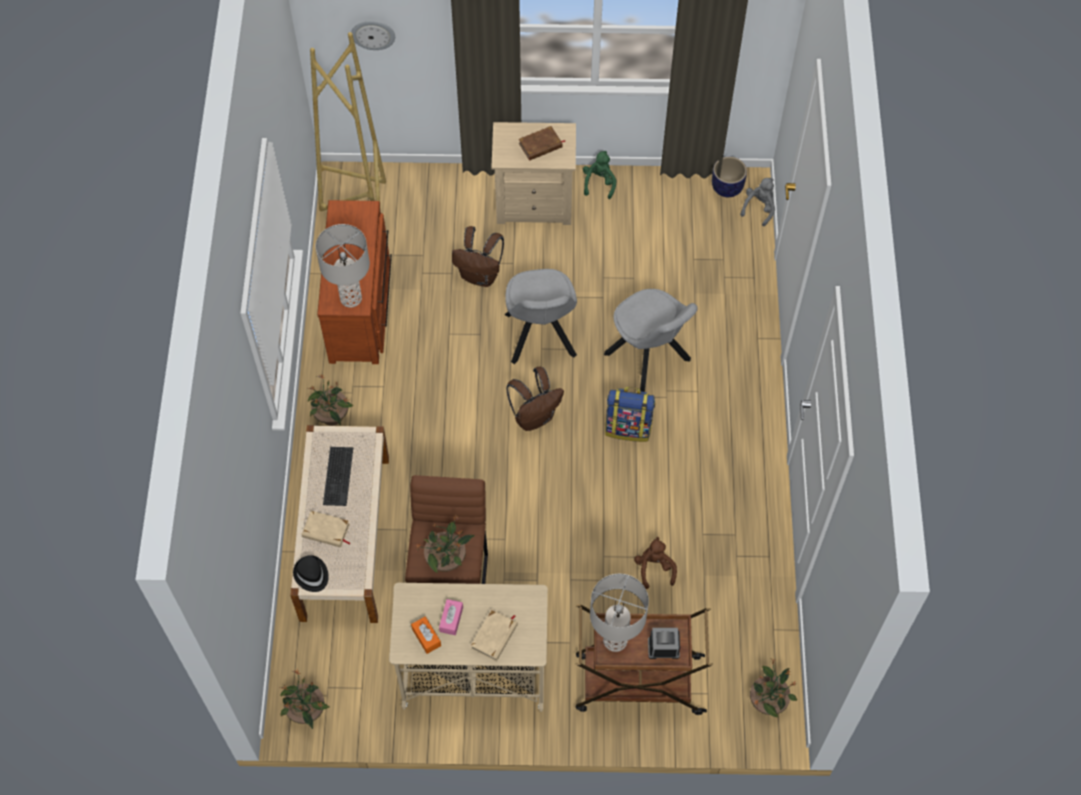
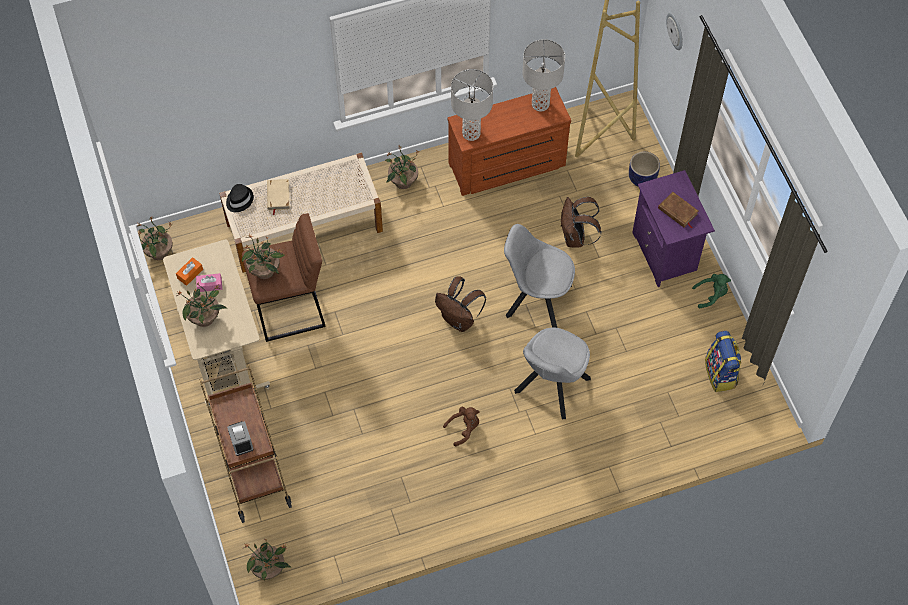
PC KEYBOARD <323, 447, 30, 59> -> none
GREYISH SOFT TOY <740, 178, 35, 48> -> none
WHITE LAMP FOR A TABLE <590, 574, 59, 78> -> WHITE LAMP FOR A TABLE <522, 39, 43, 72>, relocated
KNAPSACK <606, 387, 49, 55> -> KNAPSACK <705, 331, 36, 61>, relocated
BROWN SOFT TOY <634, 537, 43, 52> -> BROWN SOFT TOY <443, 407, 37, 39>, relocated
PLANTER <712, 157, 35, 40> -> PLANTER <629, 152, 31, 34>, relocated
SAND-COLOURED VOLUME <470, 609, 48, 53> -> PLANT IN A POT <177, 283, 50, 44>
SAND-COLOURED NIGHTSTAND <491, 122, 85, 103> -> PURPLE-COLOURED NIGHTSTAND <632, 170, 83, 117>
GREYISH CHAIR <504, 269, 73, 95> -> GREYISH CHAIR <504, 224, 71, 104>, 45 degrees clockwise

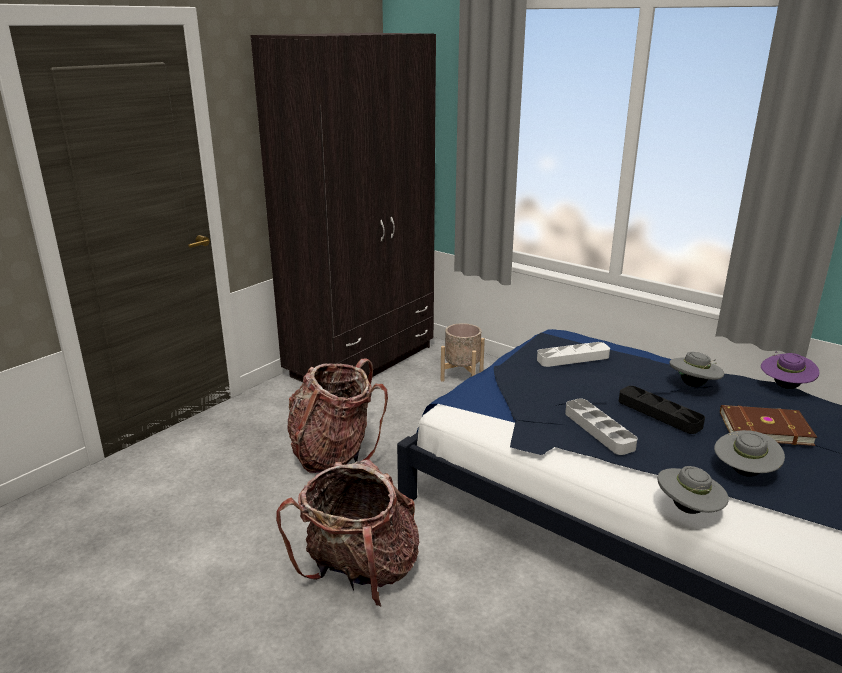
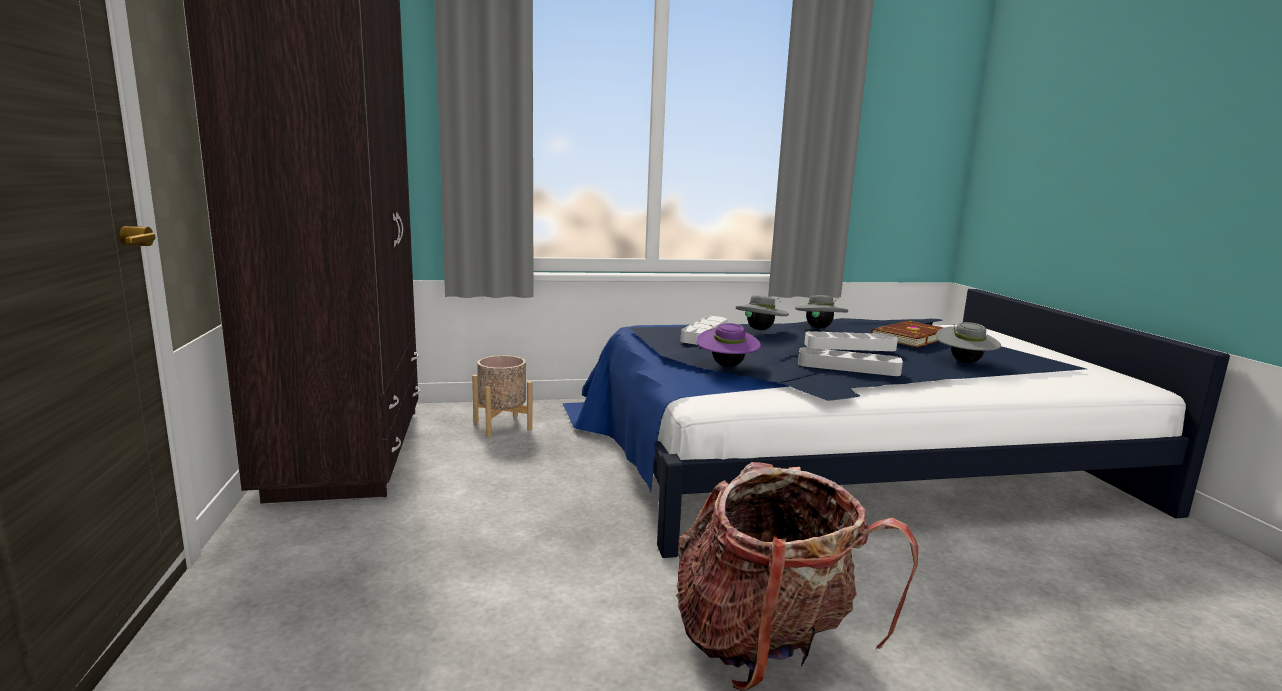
KNAPSACK <288, 358, 100, 115> -> none
GREYISH HAT <657, 466, 72, 48> -> GREYISH HAT <736, 296, 53, 34>, relocated
PURPLE-COLOURED HAT <761, 351, 58, 38> -> PURPLE-COLOURED HAT <696, 323, 65, 44>, relocated
BLACK-COLOURED SERVING TRAY <619, 386, 86, 48> -> WHITE SERVING TRAY <804, 331, 94, 20>

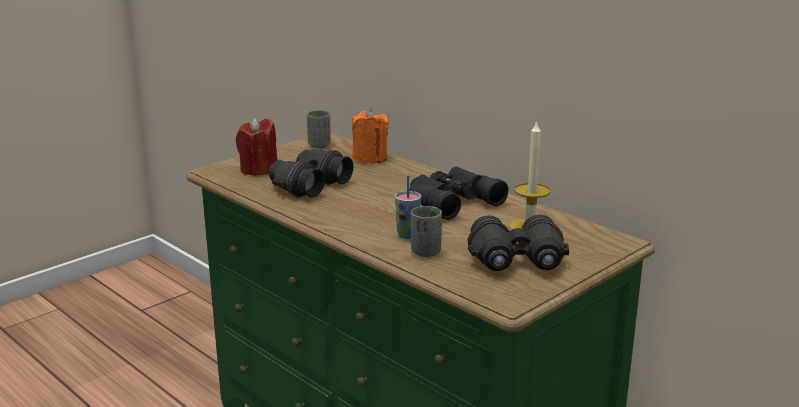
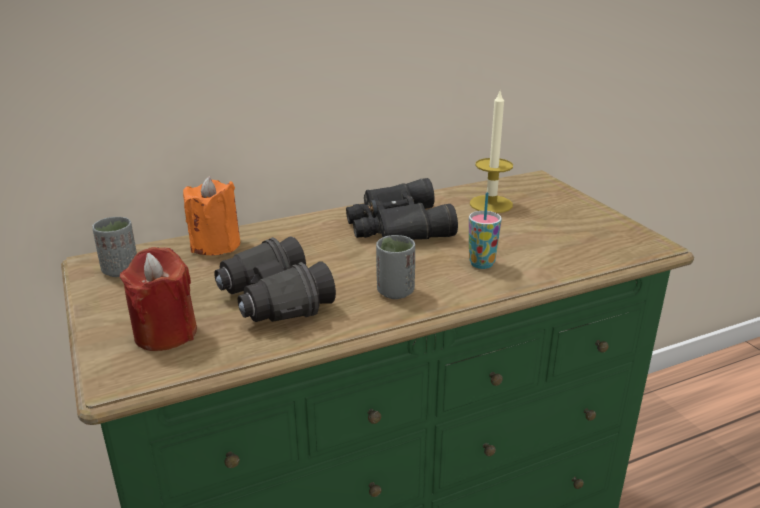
BLACK-COLOURED FIELD GLASSES <468, 215, 101, 56> -> none
GREYISH DRINKING CUP <411, 206, 31, 51> -> GREYISH DRINKING CUP <376, 235, 39, 64>, relocated

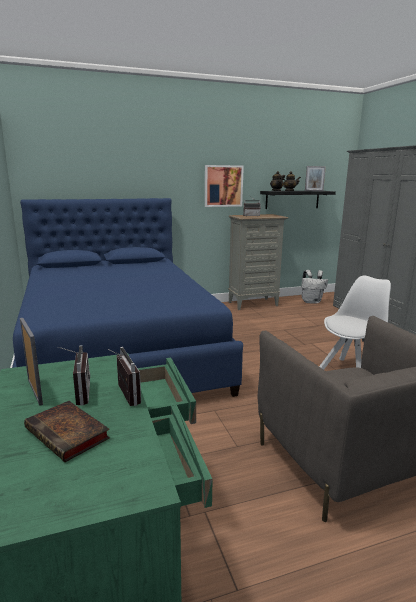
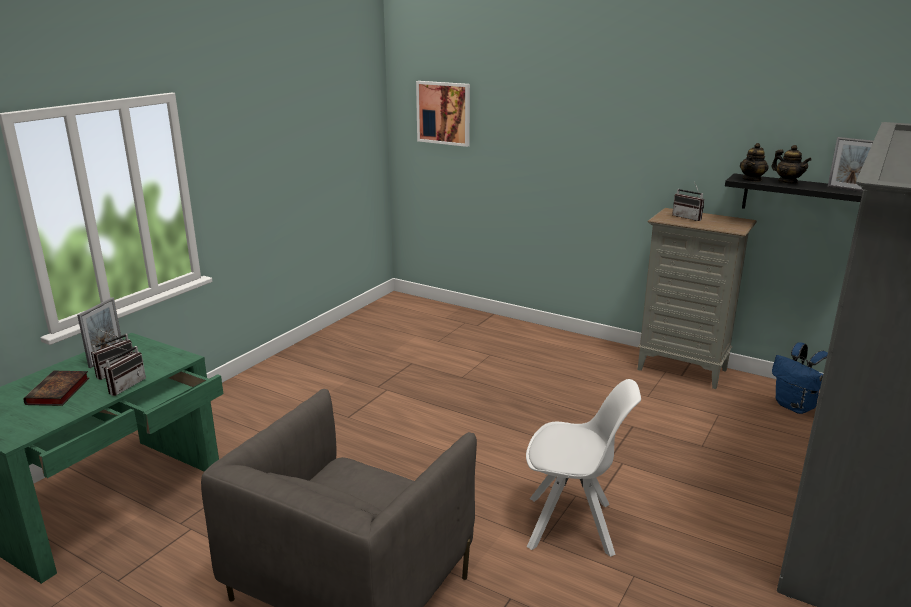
BLUE BED <12, 198, 231, 199> -> none
WALL PICTURE <205, 165, 39, 42> -> WALL PICTURE <416, 81, 54, 66>, relocated
WHITE KNAPSACK <302, 270, 26, 34> -> BLUE KNAPSACK <772, 342, 56, 72>

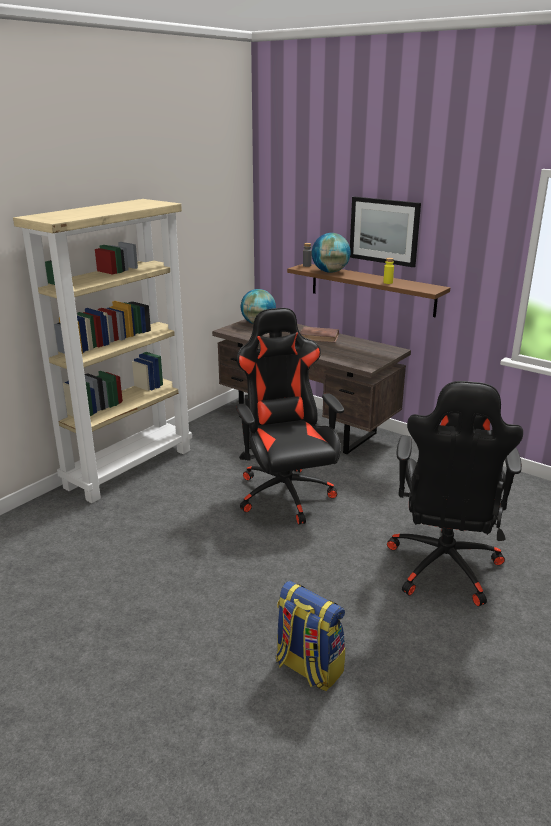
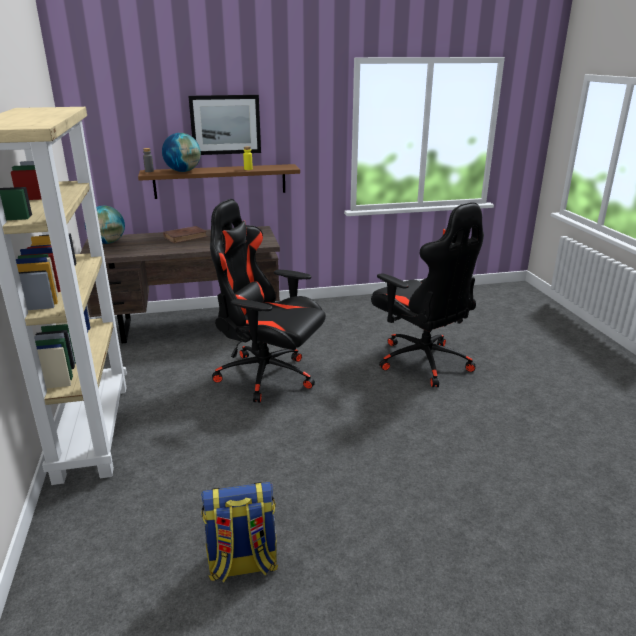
KNAPSACK <276, 581, 69, 110> -> KNAPSACK <201, 482, 77, 100>, relocated

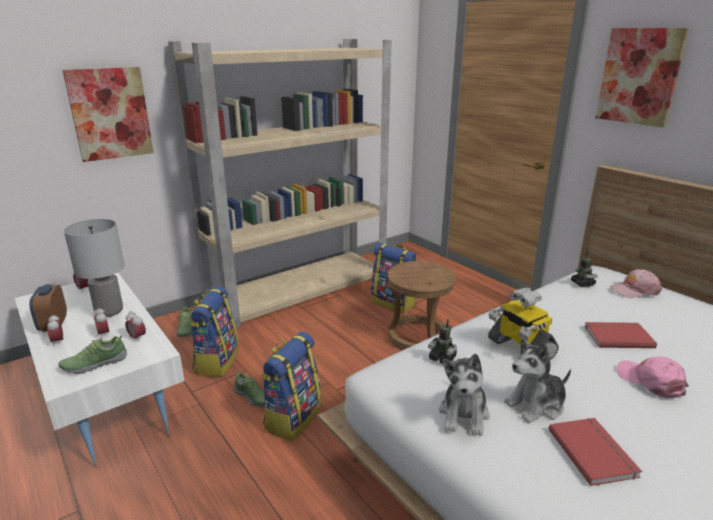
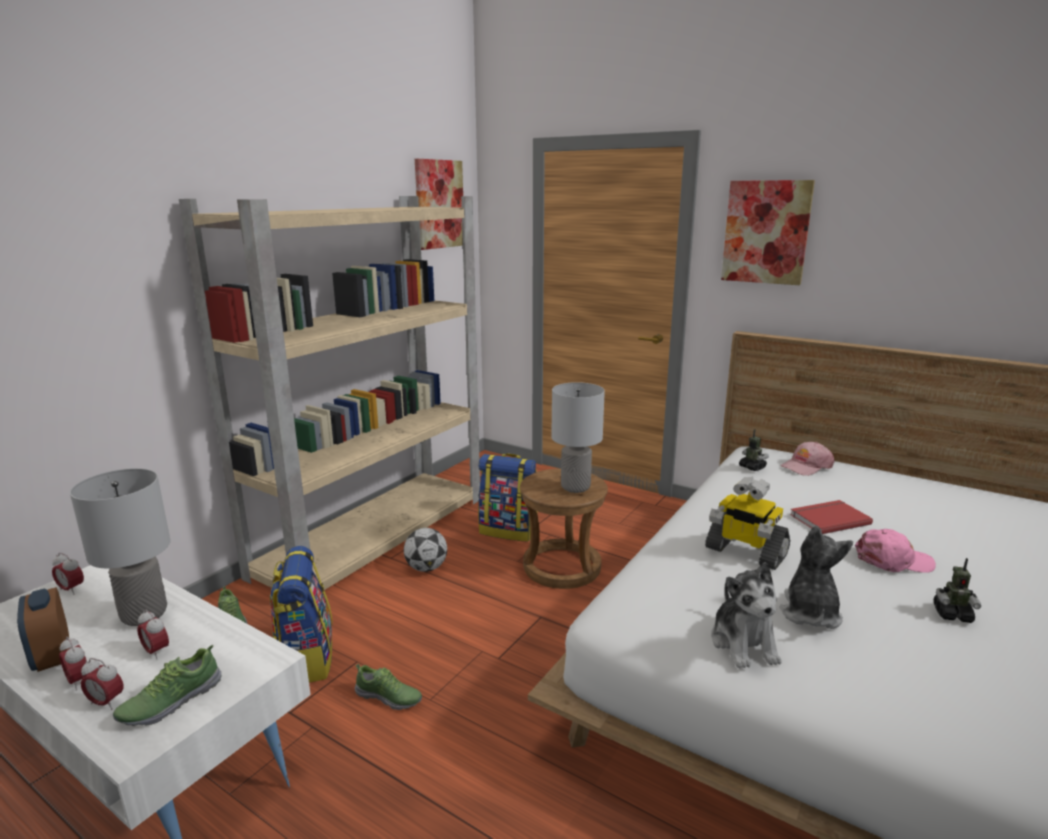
KNAPSACK <261, 332, 60, 109> -> none
RED-COLOURED VOLUME <549, 418, 93, 68> -> none
none -> FOOTBALL BALL <404, 528, 43, 44>
none -> GREYISH LAMP FOR A TABLE <551, 382, 54, 111>
WALL PICTURE <63, 67, 91, 95> -> WALL PICTURE <415, 159, 48, 91>, relocated
ALARM CLOCK <125, 311, 21, 30> -> ALARM CLOCK <81, 658, 43, 52>, relocated
TOY ROBOT <428, 319, 29, 45> -> TOY ROBOT <934, 558, 47, 65>, relocated
SOFT TOY <504, 338, 67, 85> -> SOFT TOY <779, 525, 74, 104>, 150 degrees clockwise
PINKISH CAP <616, 357, 73, 42> -> PINKISH CAP <855, 529, 81, 44>, 150 degrees clockwise

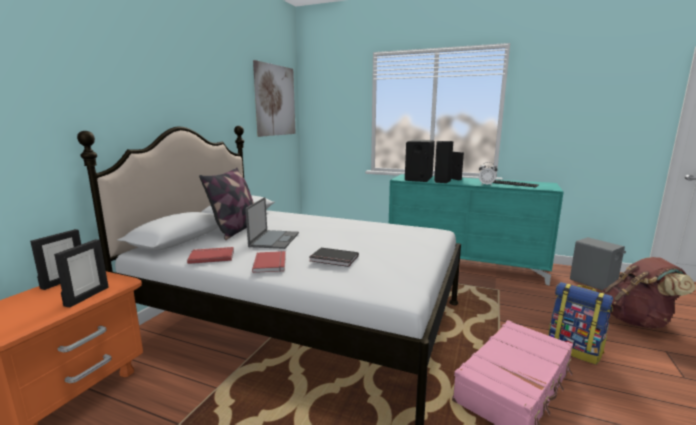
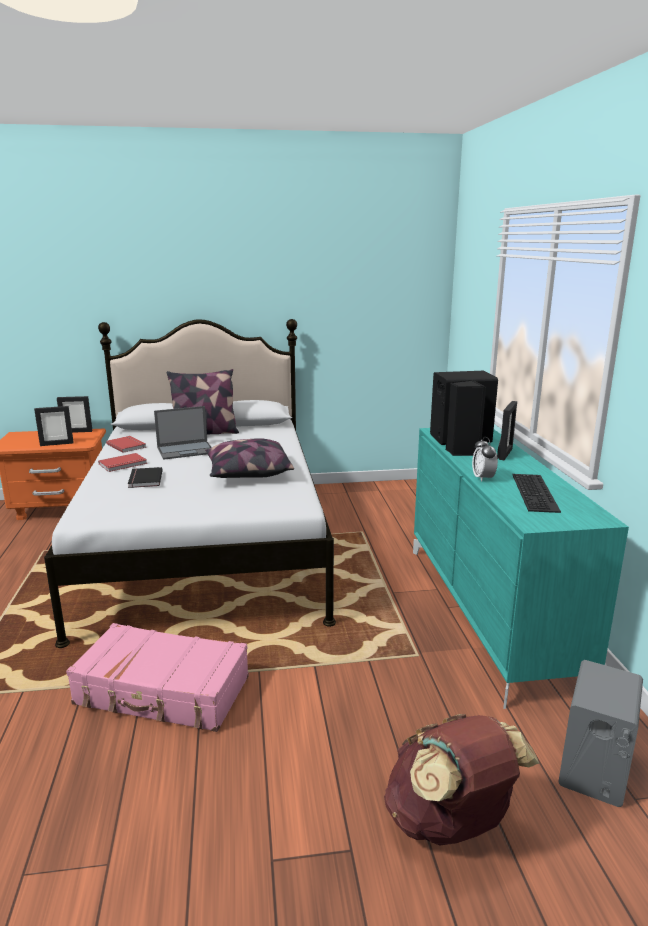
WALL PICTURE <253, 60, 43, 77> -> none
KNAPSACK <548, 282, 65, 83> -> none
none -> THROW PILLOW <205, 438, 89, 40>

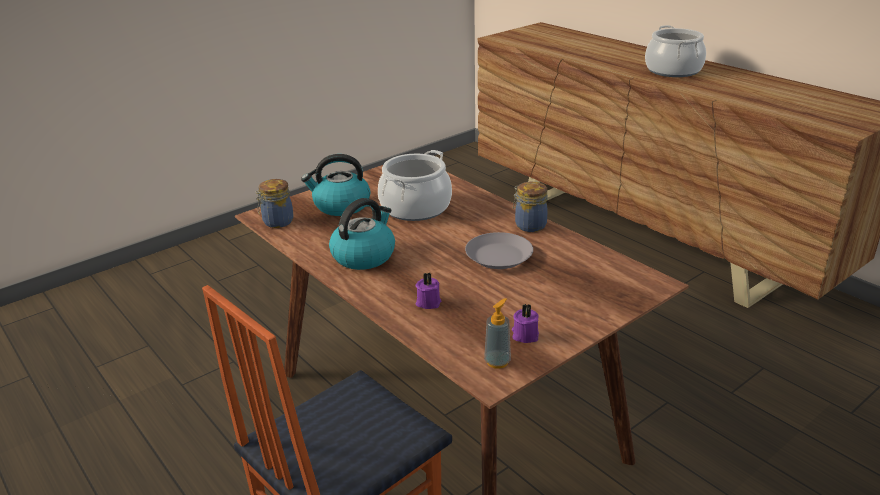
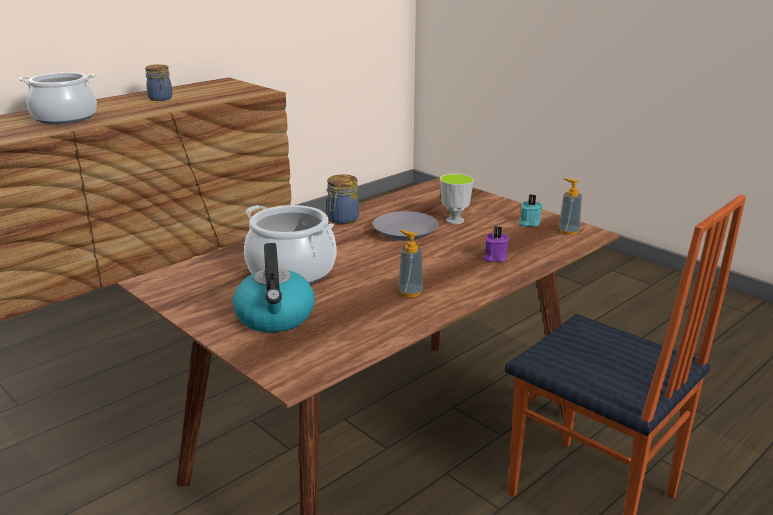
none -> DRINKING CUP <440, 173, 34, 51>
PRESERVE JAR <256, 179, 37, 49> -> PRESERVE JAR <145, 64, 27, 37>, relocated
KETTLE <329, 198, 66, 72> -> SOAP BOTTLE <399, 230, 24, 67>
PURPLE-COLOURED WAX LIGHT <512, 304, 27, 39> -> TURQUOISE WAX LIGHT <519, 195, 24, 32>

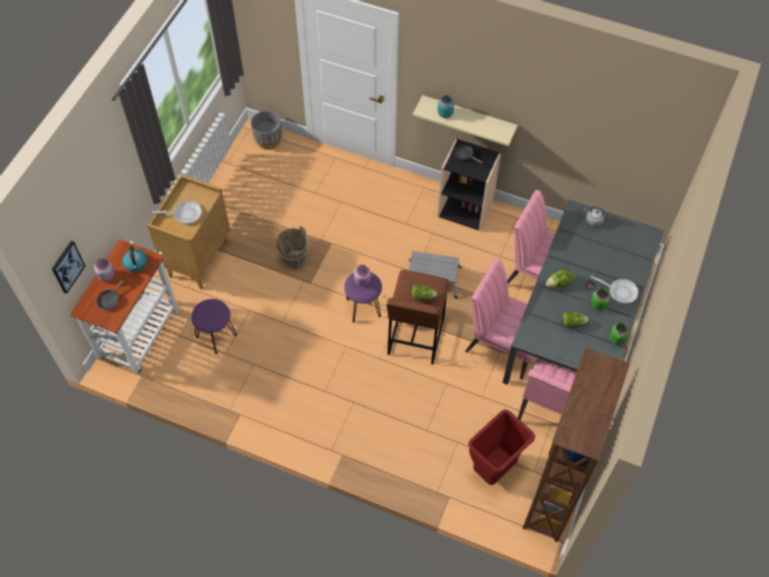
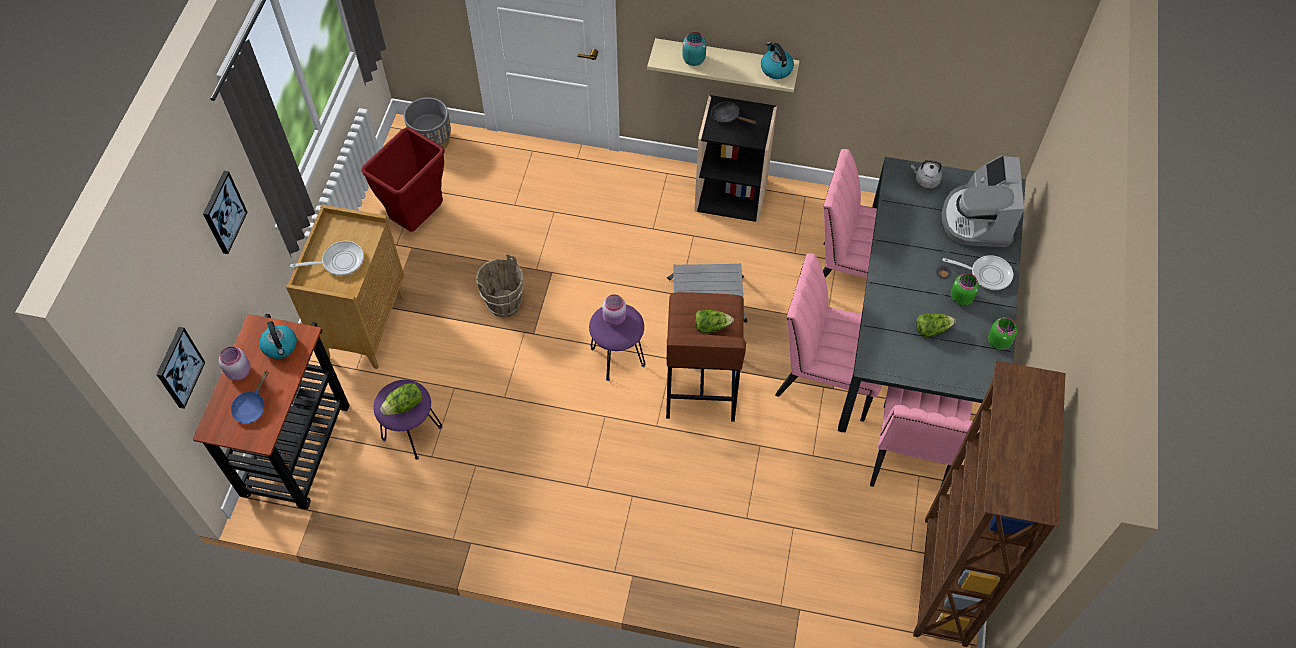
none -> WALL PICTURE <203, 171, 45, 83>
none -> KETTLE <761, 42, 33, 37>
none -> COFFEE MACHINE <941, 155, 83, 92>
RED-COLOURED WASTE BIN <468, 409, 67, 76> -> RED-COLOURED WASTE BIN <361, 127, 84, 105>, relocated
LETTUCE <546, 268, 29, 20> -> LETTUCE <380, 383, 42, 32>, relocated
WHITE TROLLEY <70, 240, 109, 134> -> BLACK-COLOURED TROLLEY <193, 314, 157, 195>
BLACK-COLOURED SKILLET <97, 278, 28, 32> -> BLUE SKILLET <231, 371, 37, 53>

